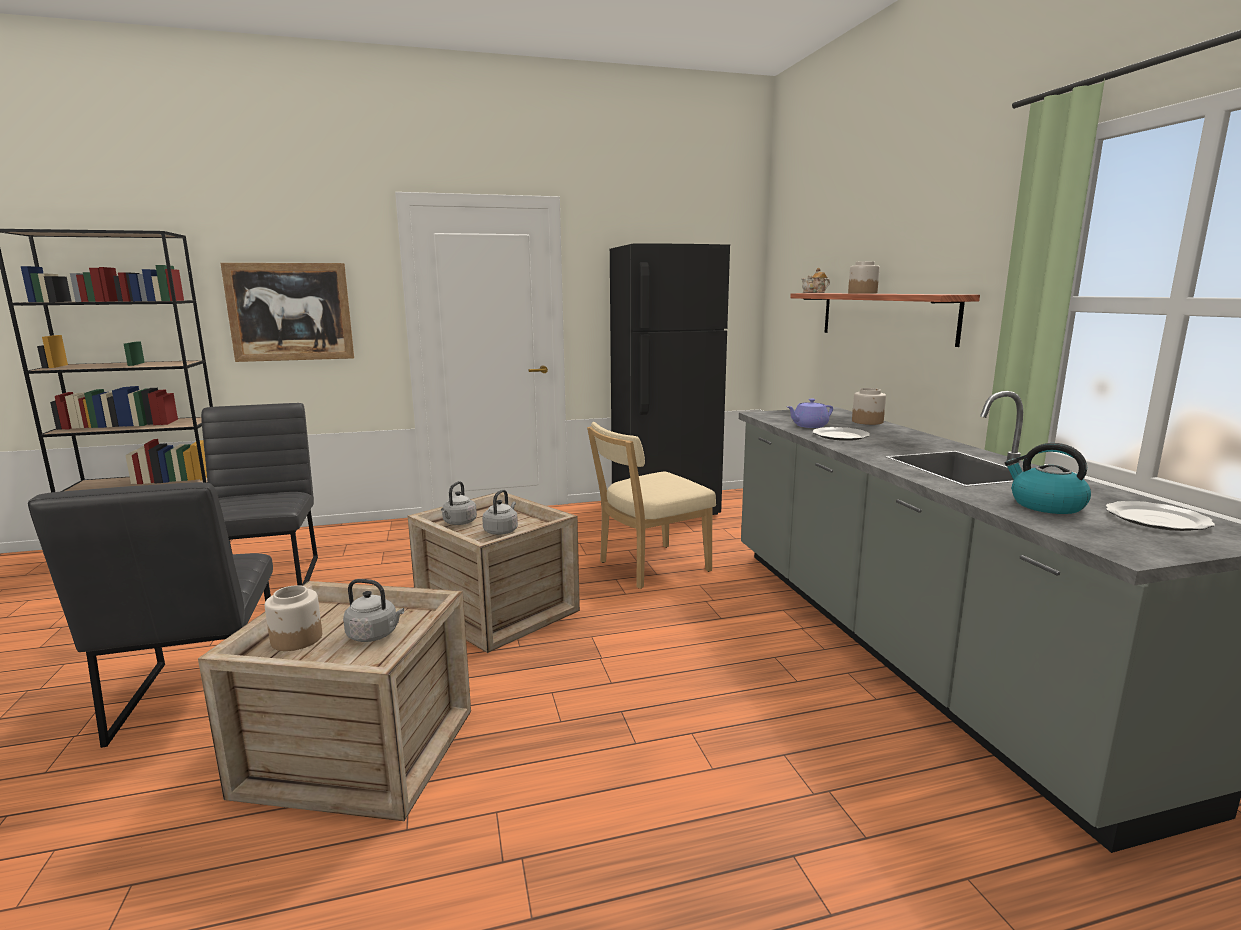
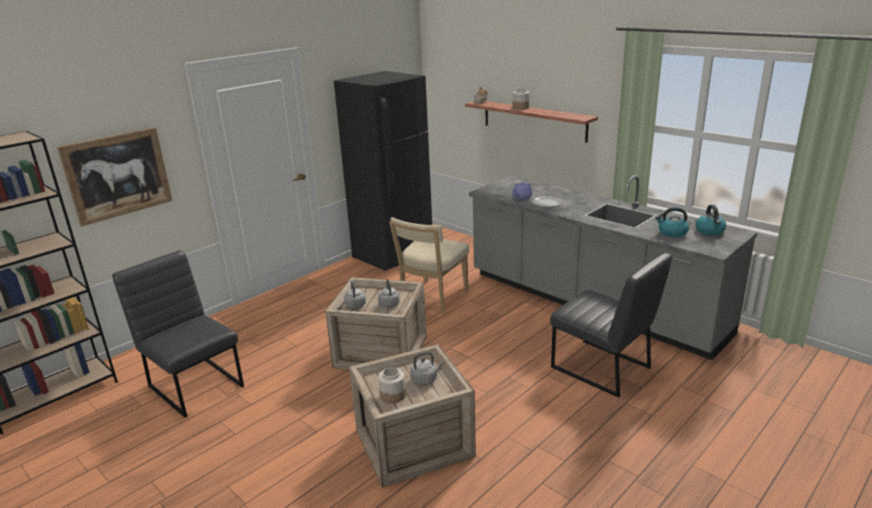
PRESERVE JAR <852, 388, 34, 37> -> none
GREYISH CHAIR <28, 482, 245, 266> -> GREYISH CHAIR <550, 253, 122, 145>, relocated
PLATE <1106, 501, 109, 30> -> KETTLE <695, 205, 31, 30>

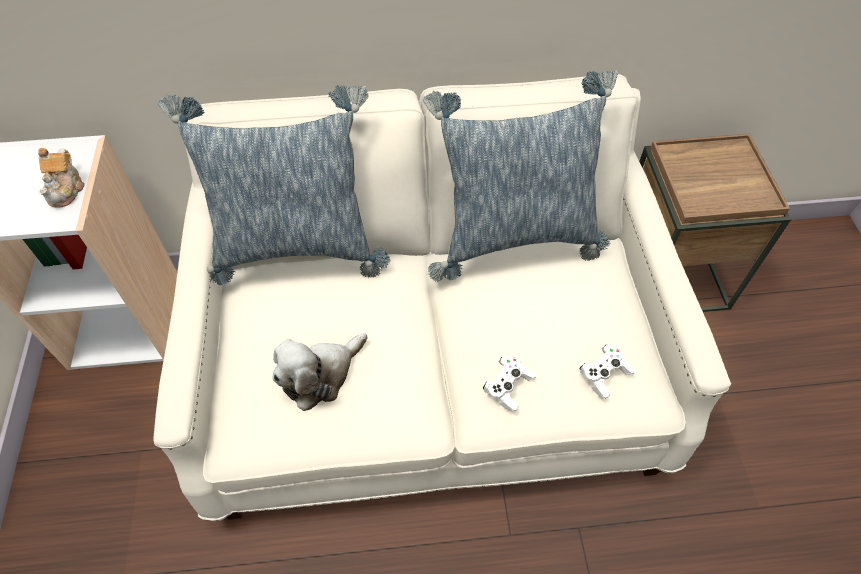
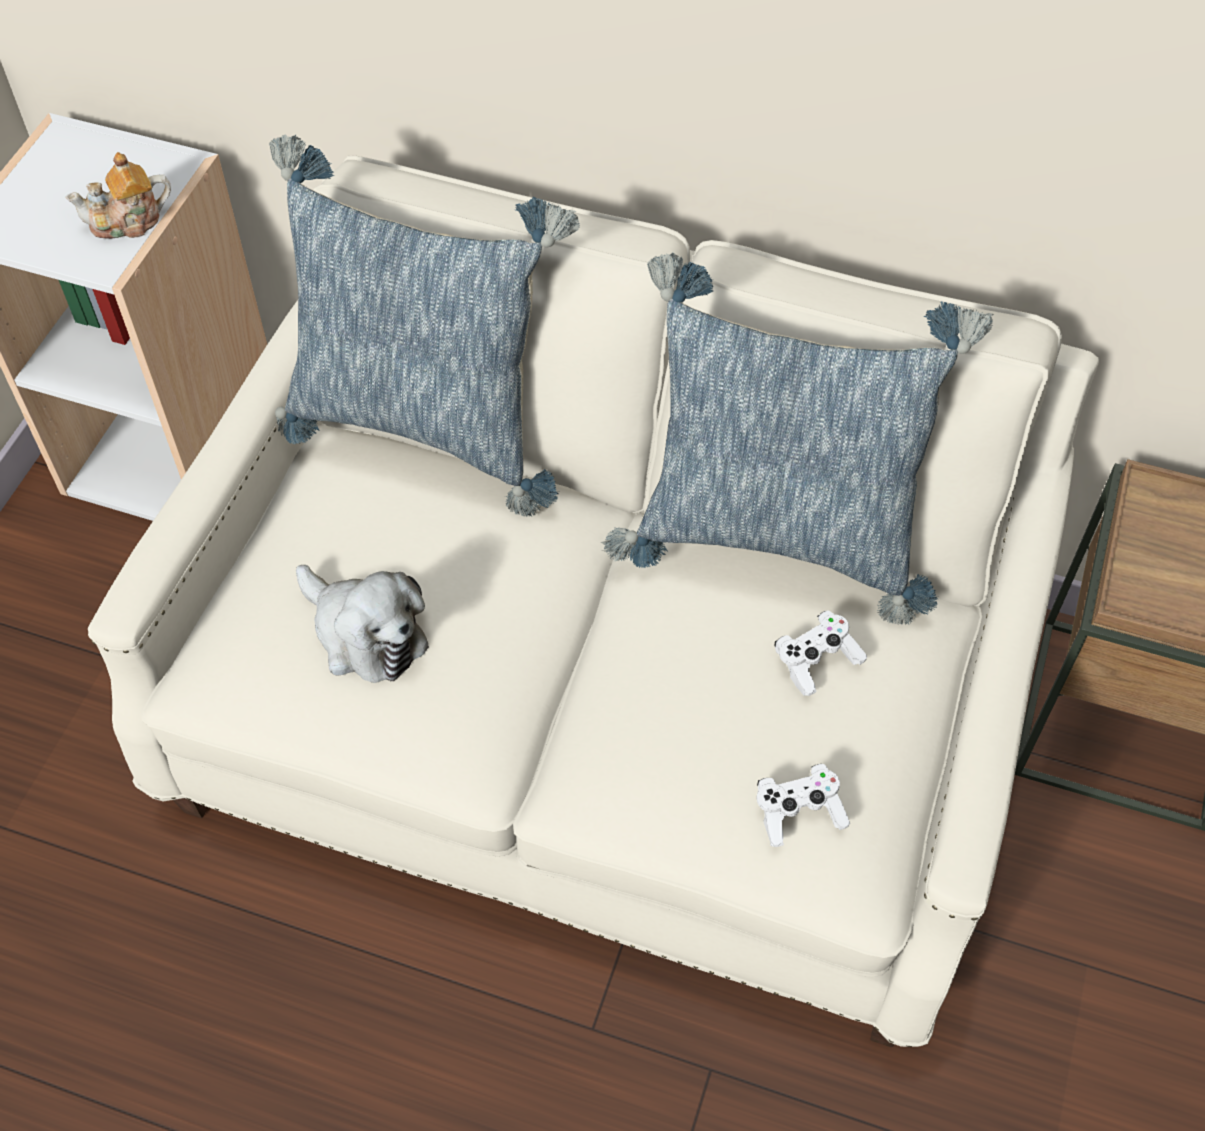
WHITE JOYPAD <483, 356, 53, 56> -> WHITE JOYPAD <774, 610, 93, 86>, relocated
POT FOR TEA <38, 148, 47, 60> -> POT FOR TEA <65, 152, 106, 87>, 45 degrees clockwise
SOFT TOY <272, 333, 96, 78> -> SOFT TOY <296, 565, 133, 118>, 120 degrees counterclockwise

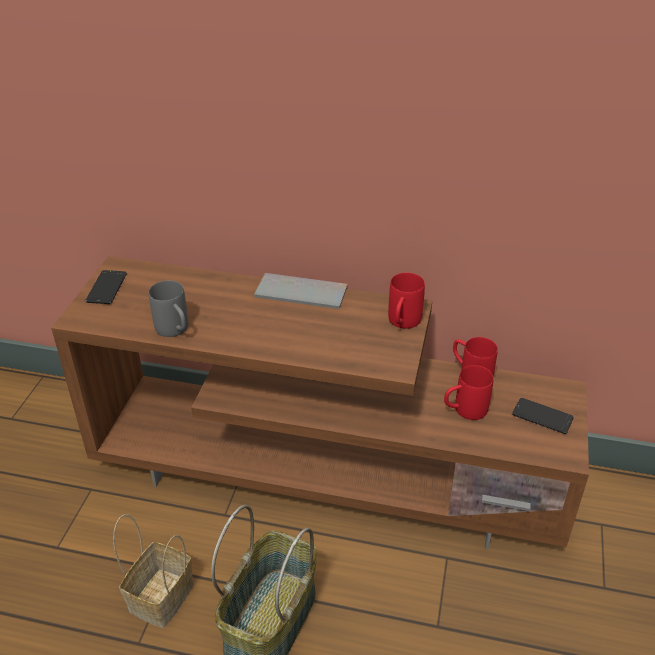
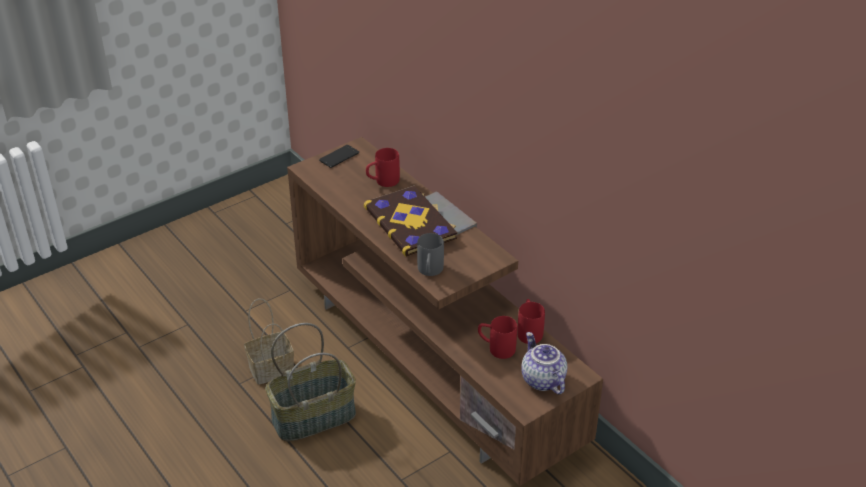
none -> VOLUME <364, 186, 93, 71>
GREYISH TEA MUG <149, 280, 40, 57> -> GREYISH TEA MUG <417, 233, 27, 43>, relocated
RED-COLOURED TEA MUG <388, 273, 37, 56> -> RED-COLOURED TEA MUG <366, 148, 34, 39>, relocated
HANDSET <512, 398, 62, 36> -> POT FOR TEA <521, 332, 46, 62>

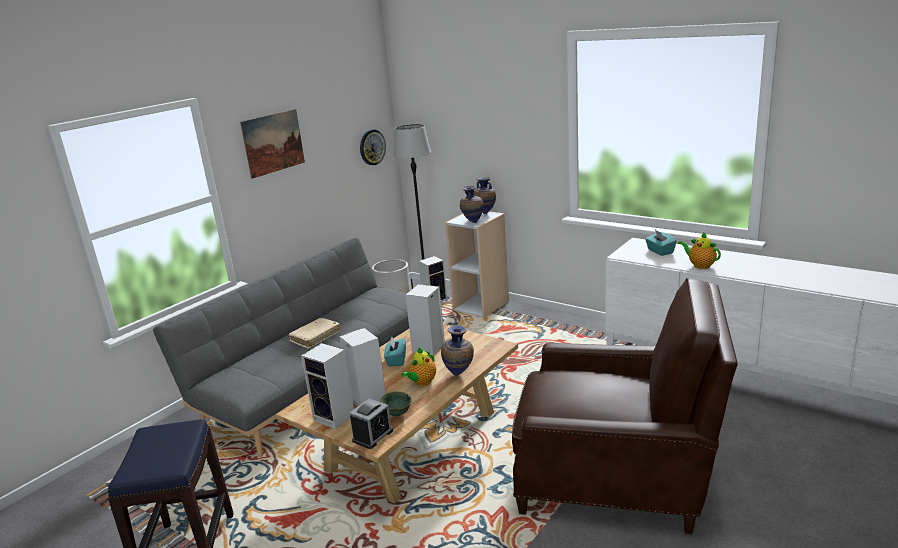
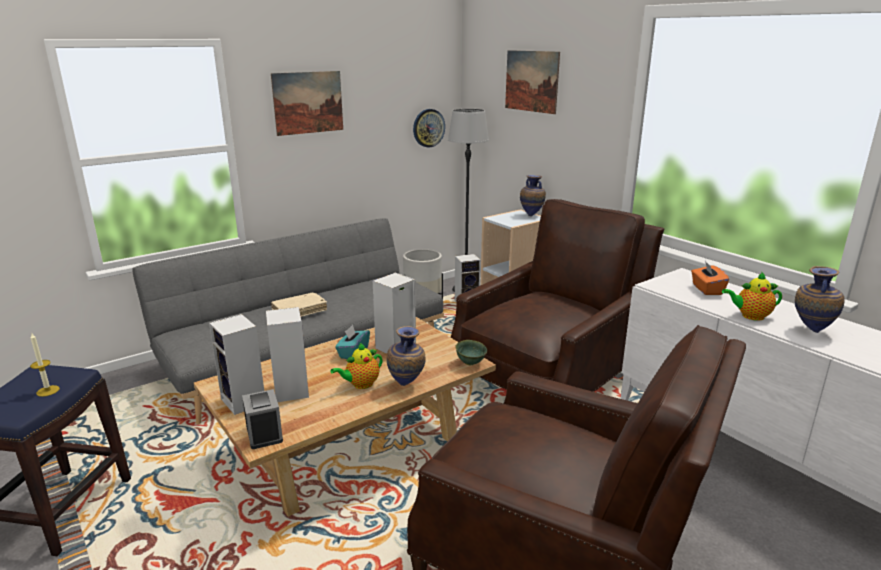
none -> WAX LIGHT <30, 333, 30, 64>
none -> BROWN LOUNGE CHAIR <451, 199, 213, 193>
none -> WALL PICTURE <505, 50, 55, 64>
GREEN DEEP DISH <380, 391, 32, 26> -> GREEN DEEP DISH <456, 340, 31, 25>, relocated
DECORATIVE VASE <460, 186, 24, 37> -> DECORATIVE VASE <795, 266, 50, 67>, relocated
TURQUOISE TISSUE HOLDER <645, 230, 32, 26> -> ORANGE-COLOURED TISSUE HOLDER <691, 261, 38, 34>
ALARM CLOCK <349, 398, 44, 51> -> ALARM CLOCK <242, 389, 41, 60>, 75 degrees counterclockwise
POT FOR TEA <678, 232, 43, 37> -> POT FOR TEA <722, 272, 60, 49>, 60 degrees counterclockwise

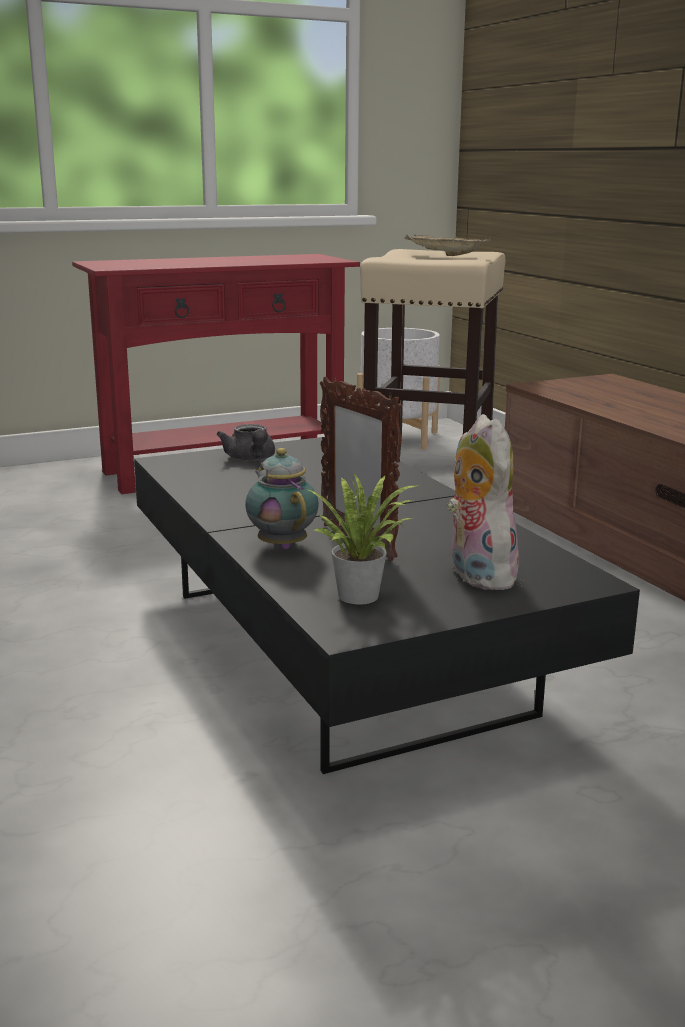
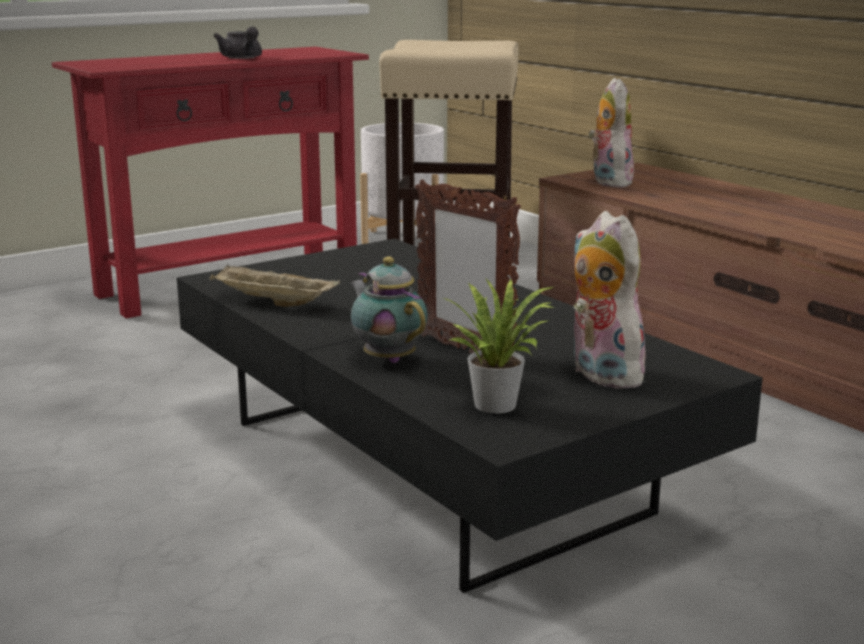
none -> SOFT TOY <589, 78, 45, 109>
GREYISH POT FOR TEA <216, 424, 59, 37> -> GREYISH POT FOR TEA <214, 27, 48, 32>, relocated
SAND-COLOURED SERVING TRAY <404, 234, 86, 22> -> SAND-COLOURED SERVING TRAY <210, 264, 130, 43>, relocated

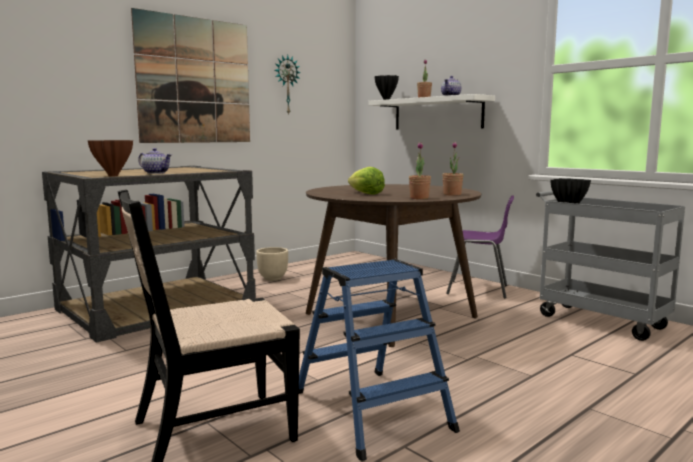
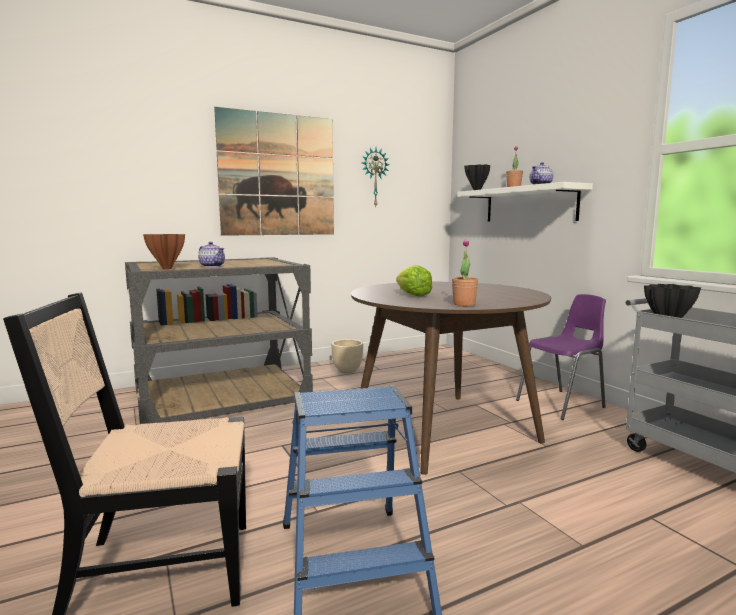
PLANT IN A POT <443, 142, 21, 54> -> none
PURPLE-COLOURED CHAIR <446, 195, 68, 103> -> PURPLE-COLOURED CHAIR <516, 294, 90, 126>, 60 degrees counterclockwise

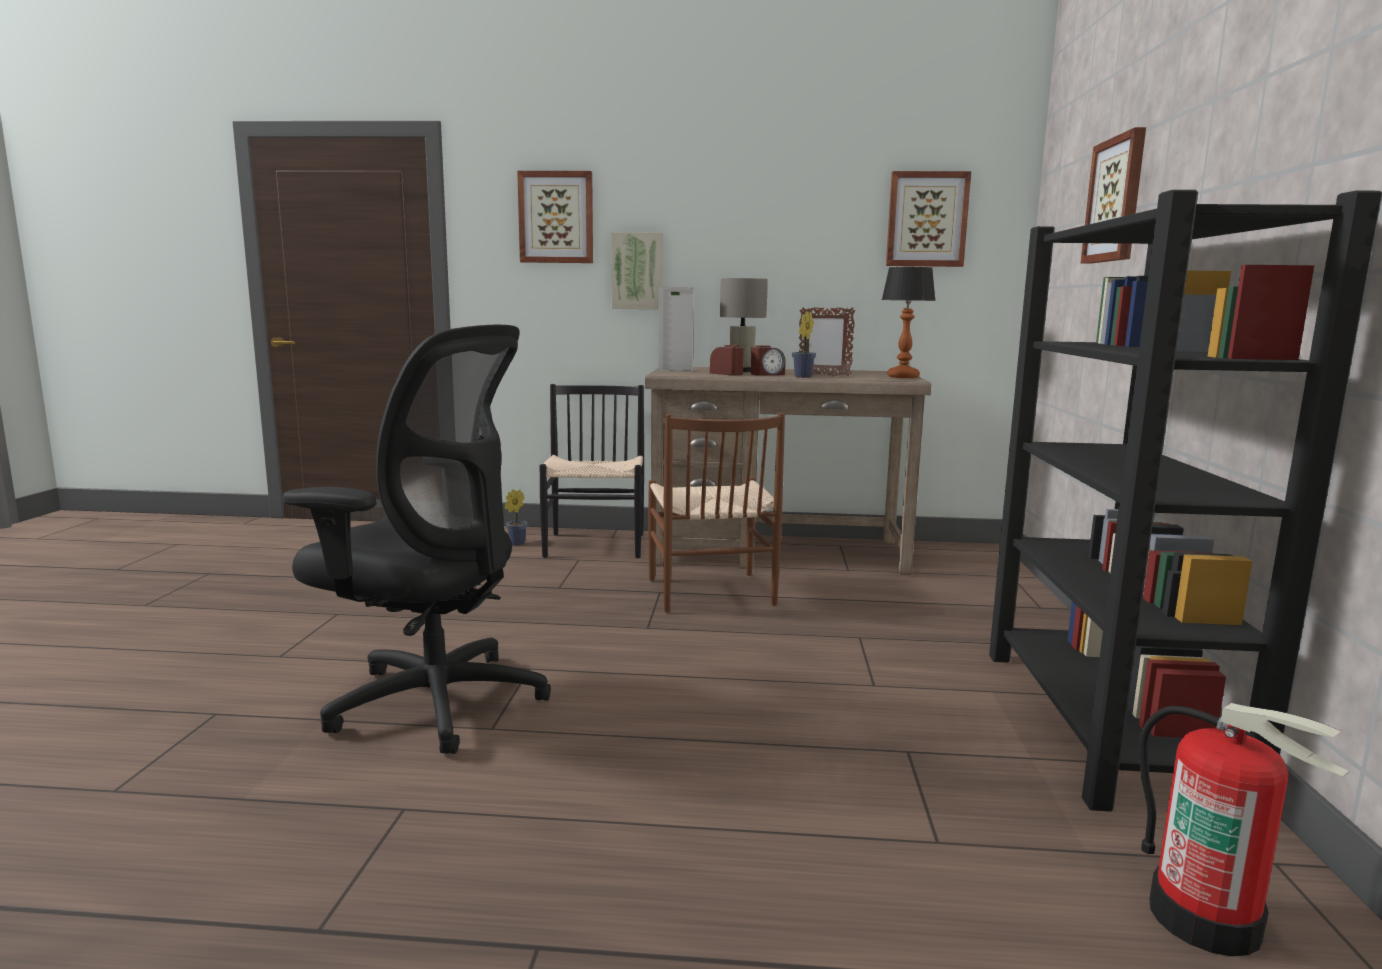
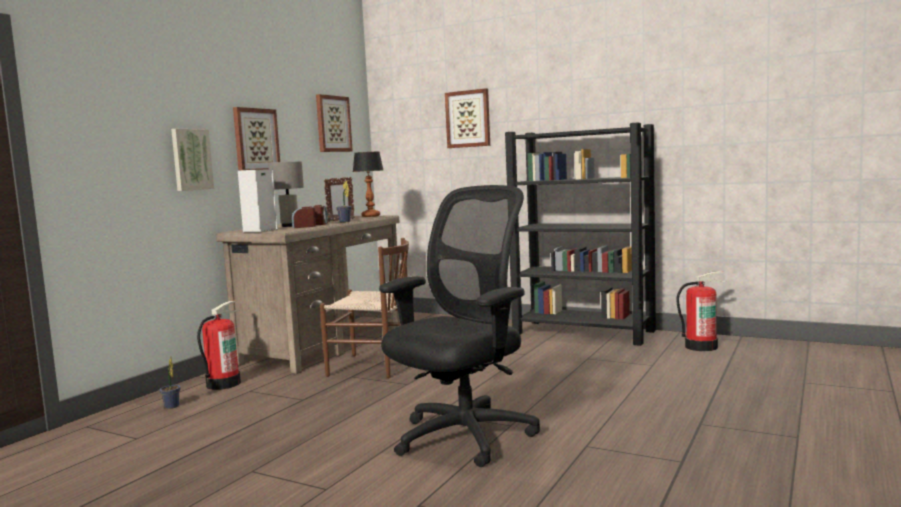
WALL PICTURE <517, 171, 76, 92> -> WALL PICTURE <233, 107, 47, 64>, relocated
BLACK-COLOURED CHAIR <540, 384, 104, 174> -> FIRE-FIGHTING CYLINDER <197, 301, 44, 89>

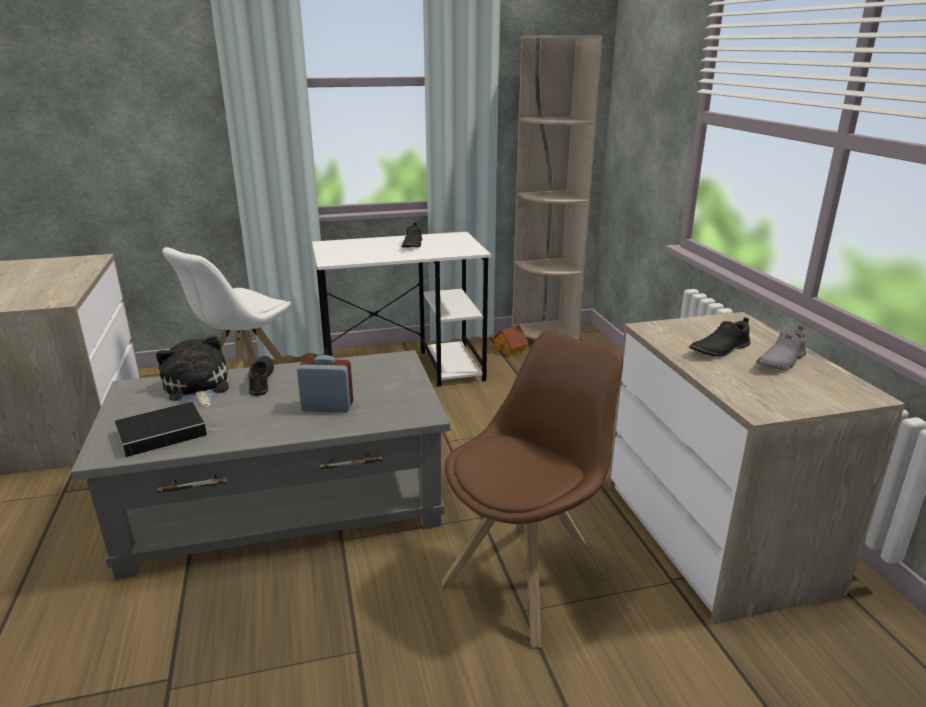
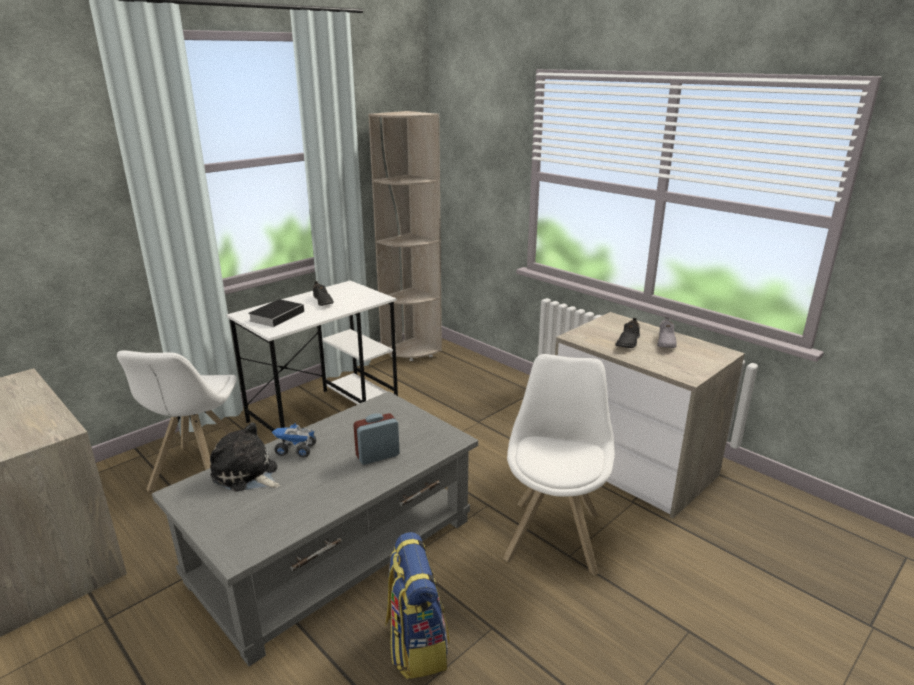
MODEL HOUSE <491, 324, 38, 32> -> none
none -> KNAPSACK <385, 532, 64, 147>
VOLUME <115, 402, 106, 55> -> VOLUME <248, 299, 56, 28>, relocated
BLACK-COLOURED ITEM OF FOOTWEAR <248, 356, 26, 40> -> TOY LORRY <272, 423, 44, 35>
BROWN CHAIR <442, 330, 181, 318> -> WHITE CHAIR <503, 354, 112, 222>

